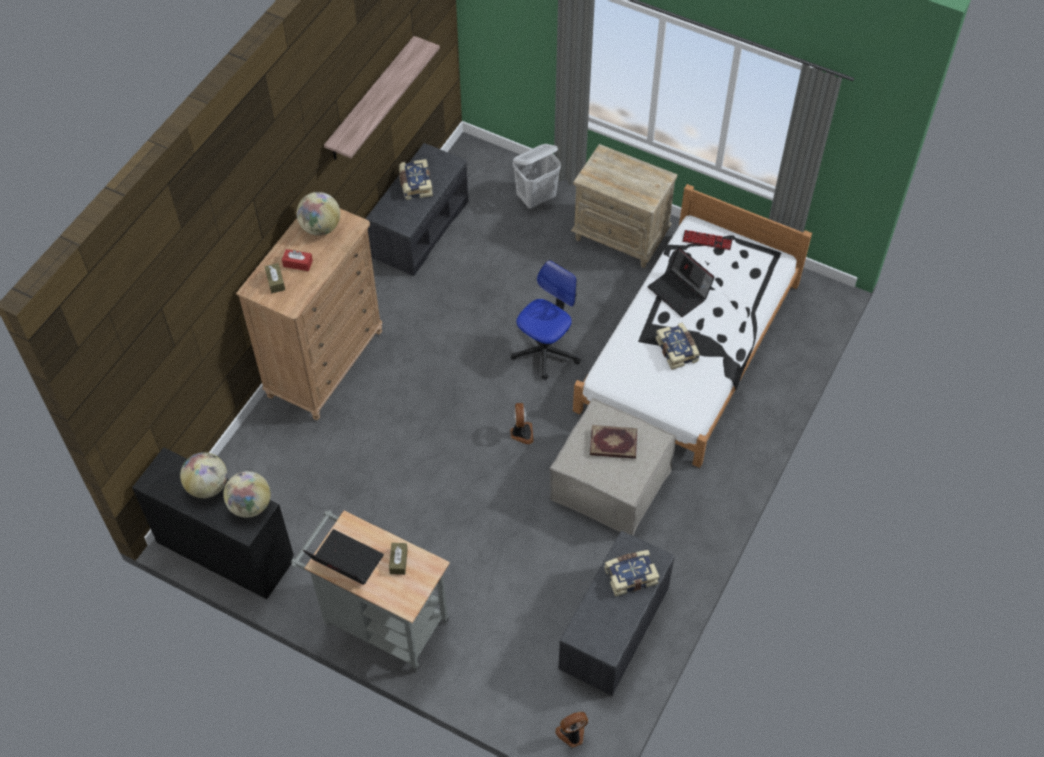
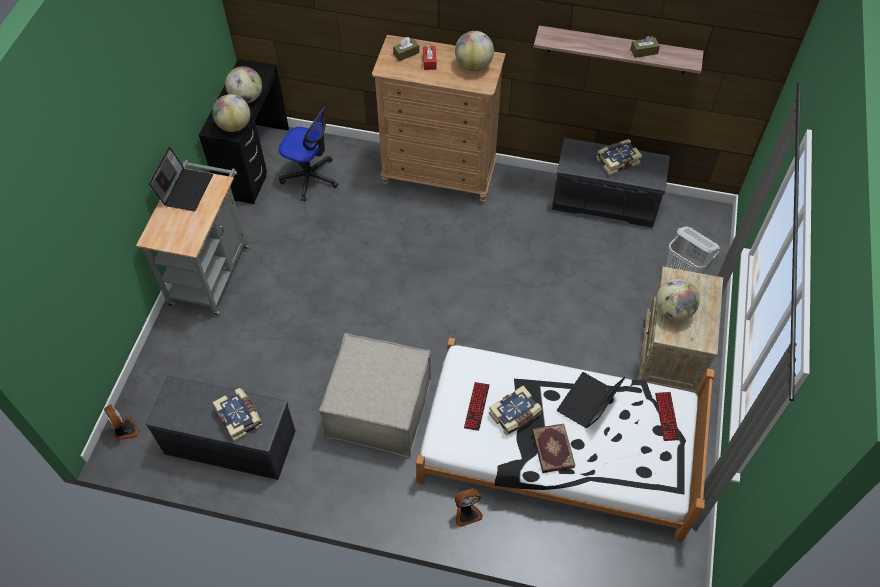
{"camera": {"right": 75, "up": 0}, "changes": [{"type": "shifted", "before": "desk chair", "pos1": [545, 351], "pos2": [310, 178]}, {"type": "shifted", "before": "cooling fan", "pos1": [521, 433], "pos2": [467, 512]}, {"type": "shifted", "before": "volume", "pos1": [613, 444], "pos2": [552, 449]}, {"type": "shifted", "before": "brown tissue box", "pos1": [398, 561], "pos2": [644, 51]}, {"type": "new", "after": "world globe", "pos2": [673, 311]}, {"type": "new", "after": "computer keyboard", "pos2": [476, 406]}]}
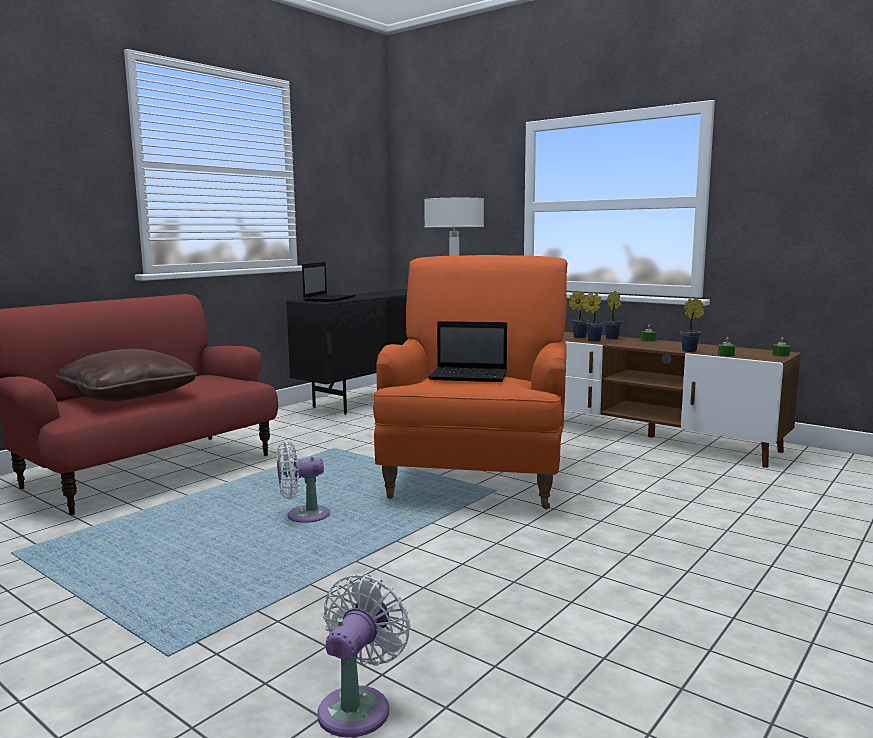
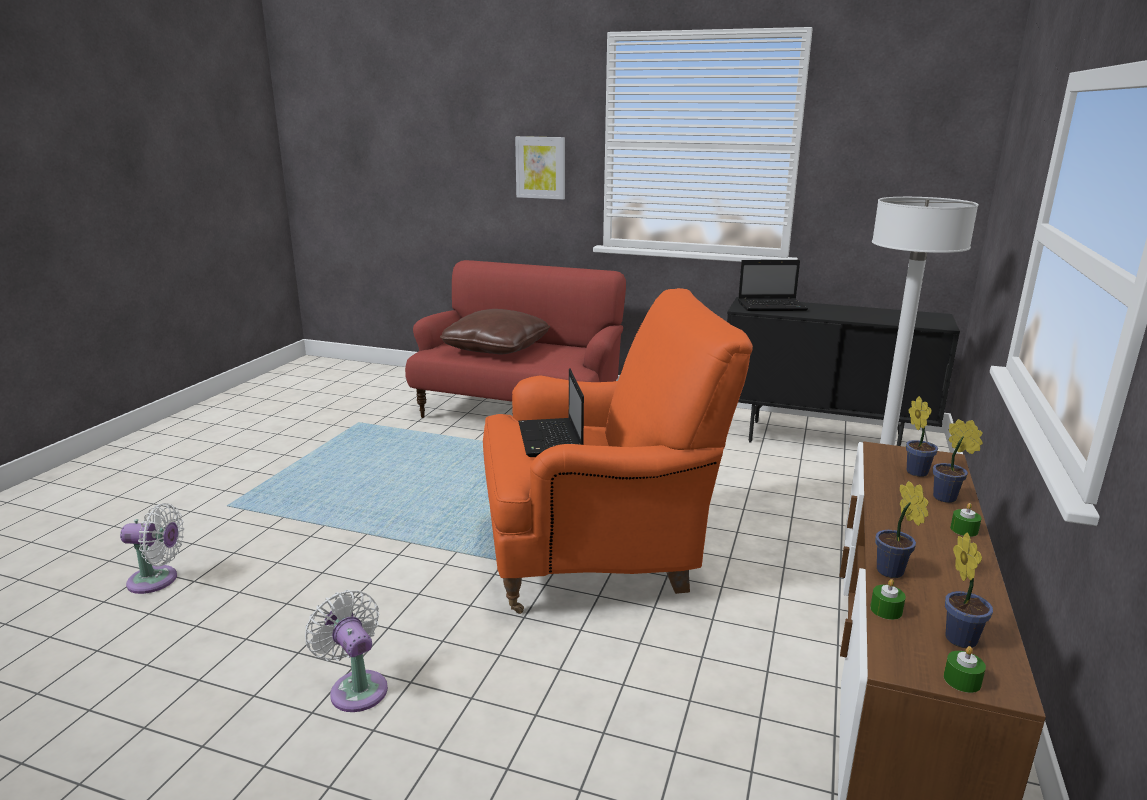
{"camera": {"right": 70, "up": 10}, "changes": [{"type": "shifted", "before": "houseplant", "pos1": [592, 340], "pos2": [958, 636]}, {"type": "shifted", "before": "whitish cooling fan", "pos1": [303, 516], "pos2": [356, 687]}, {"type": "new", "after": "picture", "pos2": [541, 167]}]}
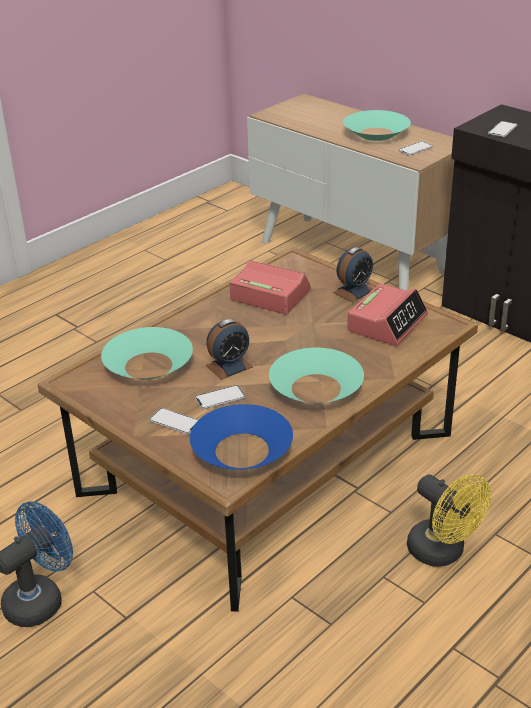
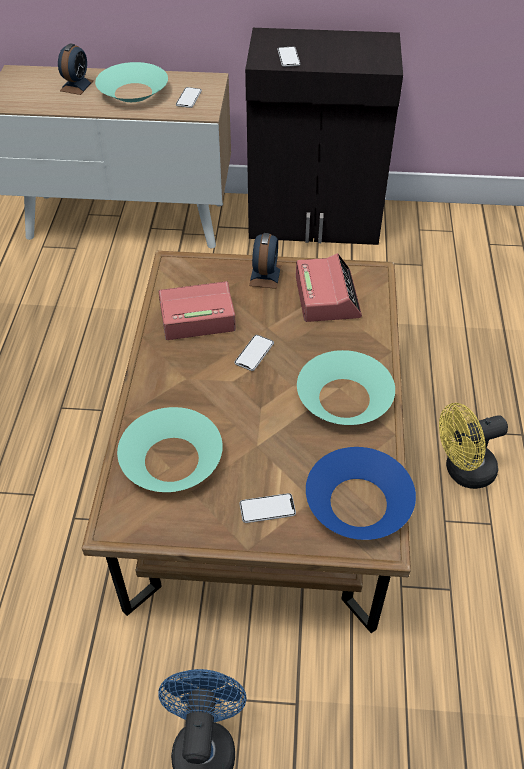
{"camera": {"right": -40, "up": 15}, "changes": [{"type": "shifted", "before": "bedside clock", "pos1": [229, 366], "pos2": [76, 86]}, {"type": "shifted", "before": "phone", "pos1": [220, 398], "pos2": [254, 353]}, {"type": "rotated", "before": "yellow-coloured cooling fan", "pos1": [443, 552], "pos2": [462, 471], "turn": 150}]}
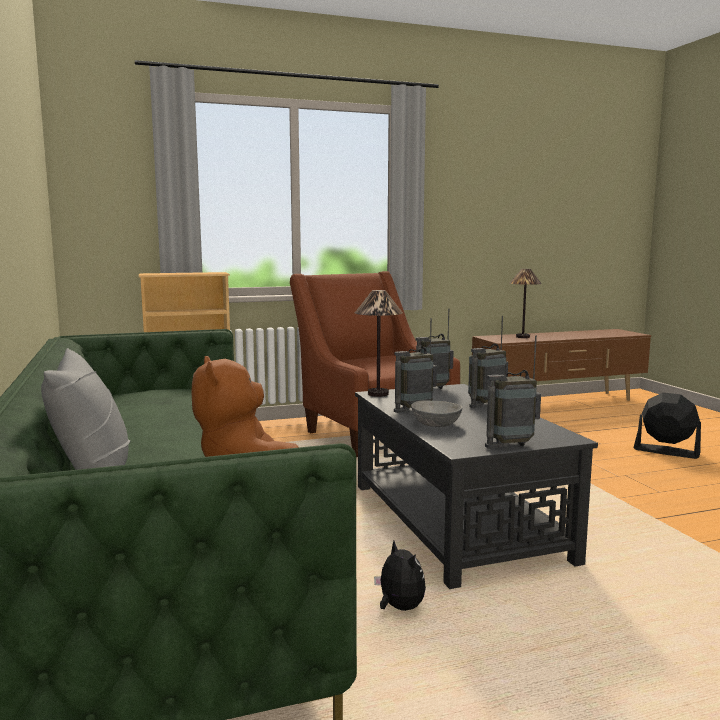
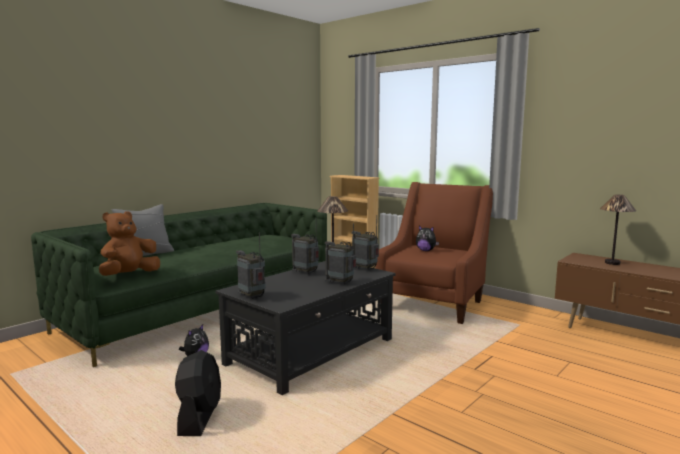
{"camera": {"right": 60, "up": 0}, "changes": [{"type": "shifted", "before": "black-coloured cooling fan", "pos1": [666, 451], "pos2": [199, 417]}, {"type": "gone", "before": "gray serving bowl", "pos1": [435, 424]}, {"type": "new", "after": "plush toy", "pos2": [426, 250]}]}
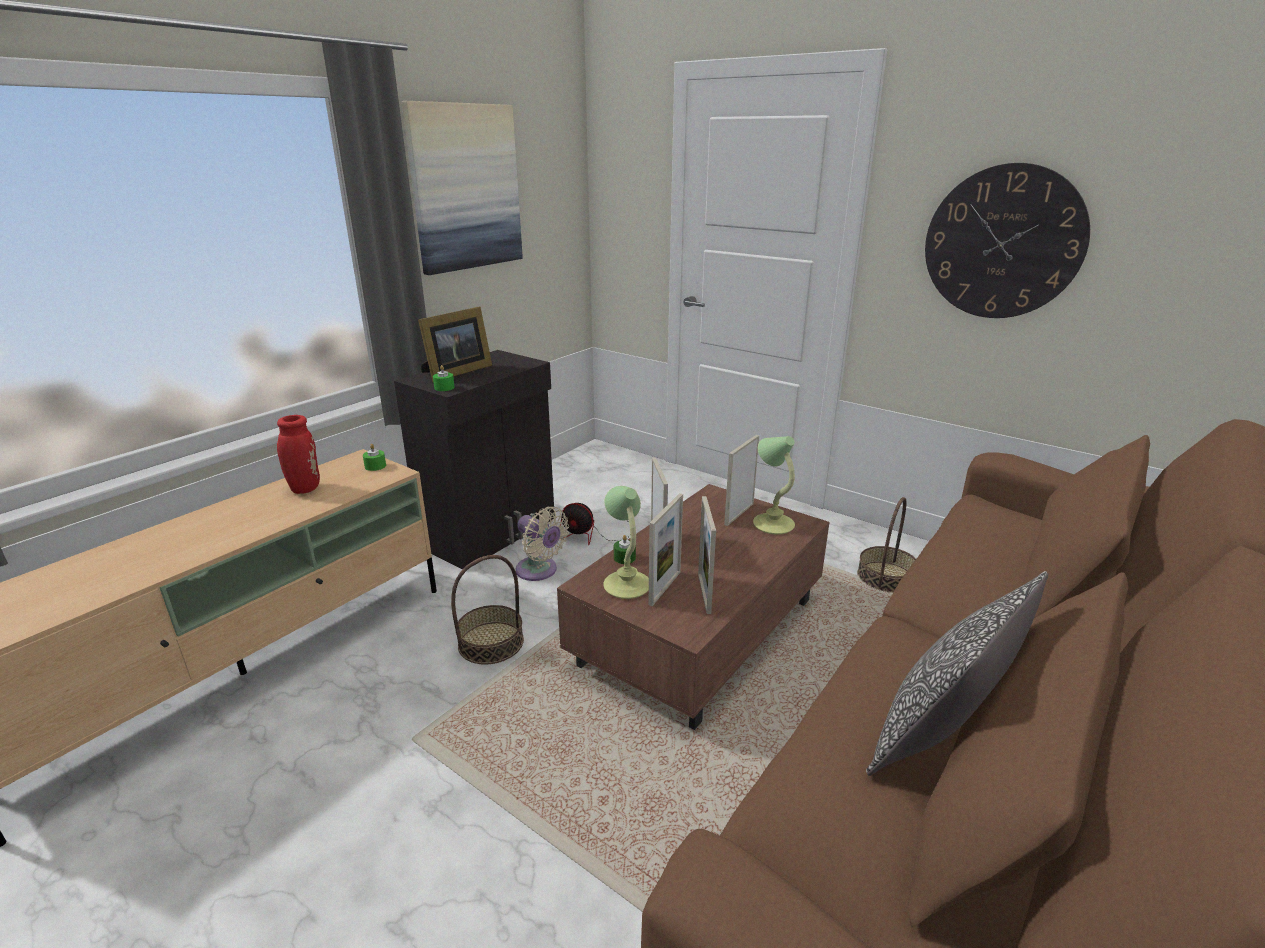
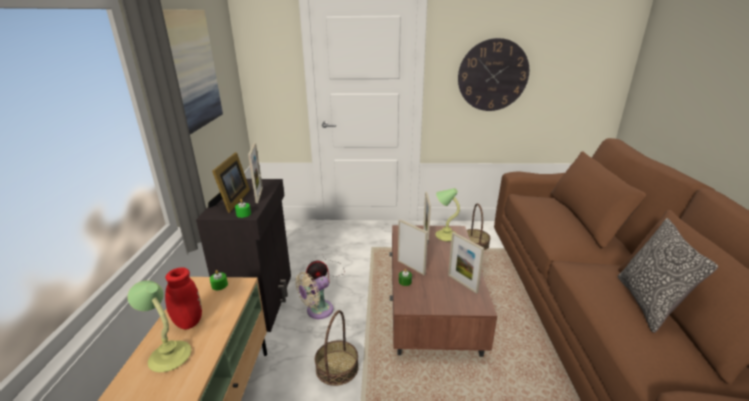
{"camera": {"right": -35, "up": 0}, "changes": [{"type": "shifted", "before": "table lamp", "pos1": [627, 585], "pos2": [170, 356]}, {"type": "shifted", "before": "standing frame", "pos1": [665, 588], "pos2": [259, 195]}, {"type": "rotated", "before": "beige cooling fan", "pos1": [539, 571], "pos2": [317, 311], "turn": 135}]}
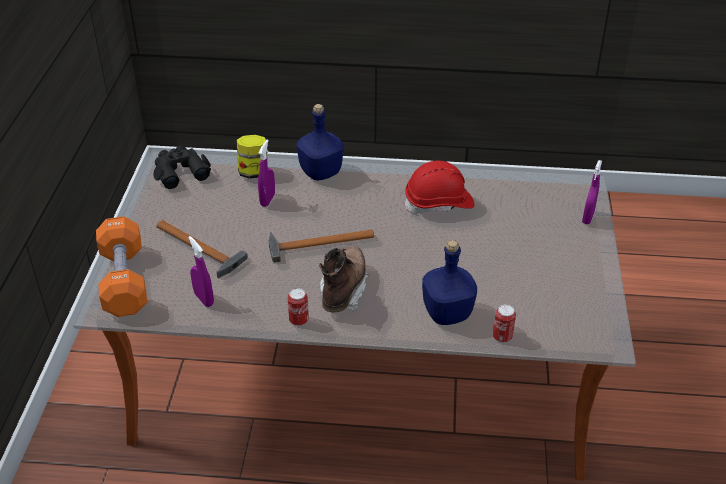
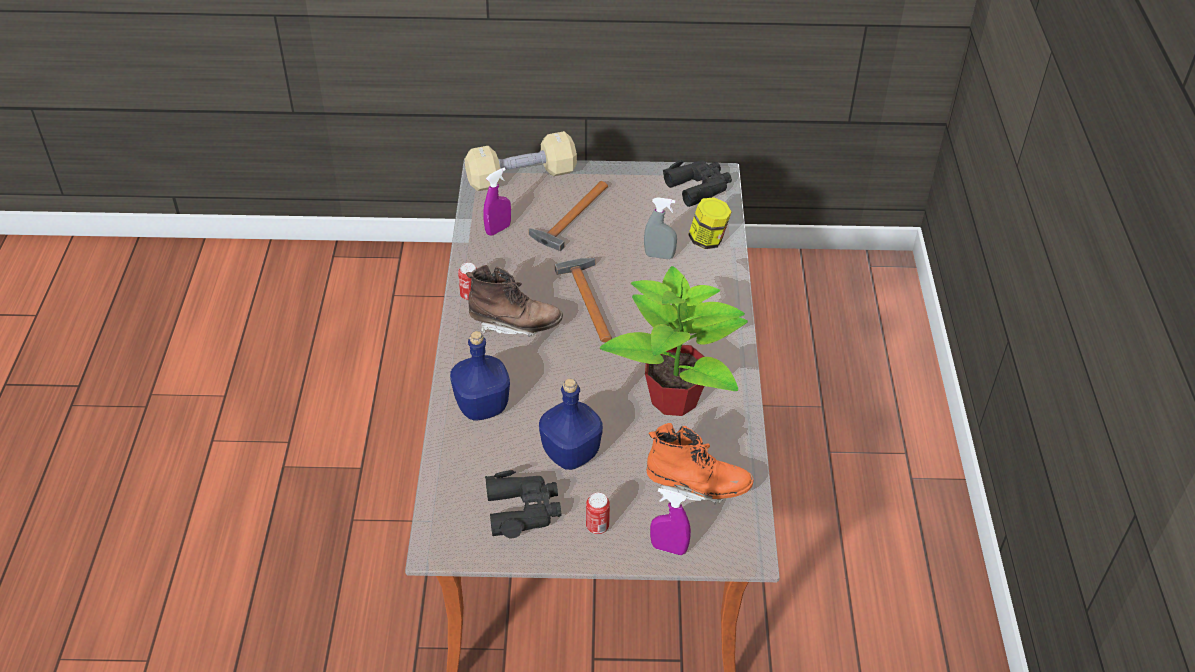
{"camera": {"right": 85, "up": 5}, "changes": [{"type": "shifted", "before": "bluish beverage bottle", "pos1": [320, 172], "pos2": [571, 453]}, {"type": "repainted", "before": "purplish spray bottle", "after": "gray spray bottle", "pos1": [267, 200], "pos2": [659, 256]}, {"type": "swapped", "before": "reddish hard hat", "after": "houseplant", "pos1": [439, 203], "pos2": [675, 398]}, {"type": "repainted", "before": "orange free weight", "after": "beige free weight", "pos1": [124, 281], "pos2": [521, 177]}, {"type": "shifted", "before": "sealed can", "pos1": [502, 337], "pos2": [597, 526]}, {"type": "new", "after": "orange boot", "pos2": [697, 486]}, {"type": "new", "after": "black-coloured field glasses", "pos2": [523, 509]}]}
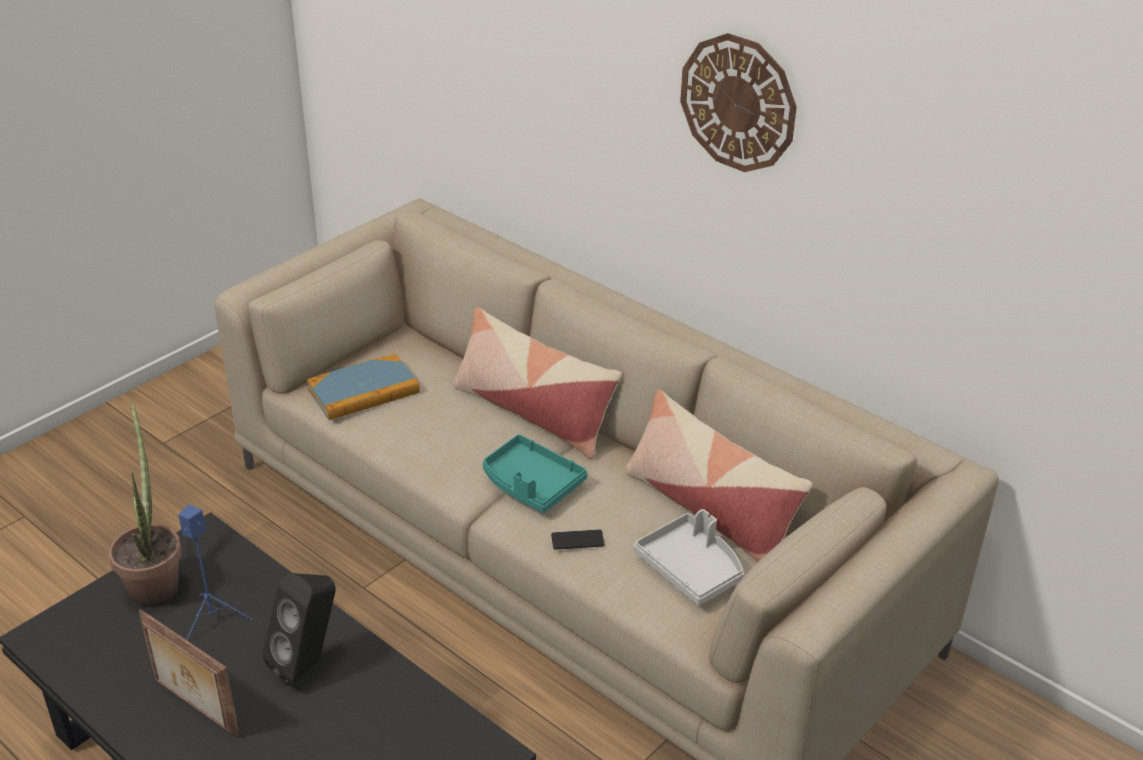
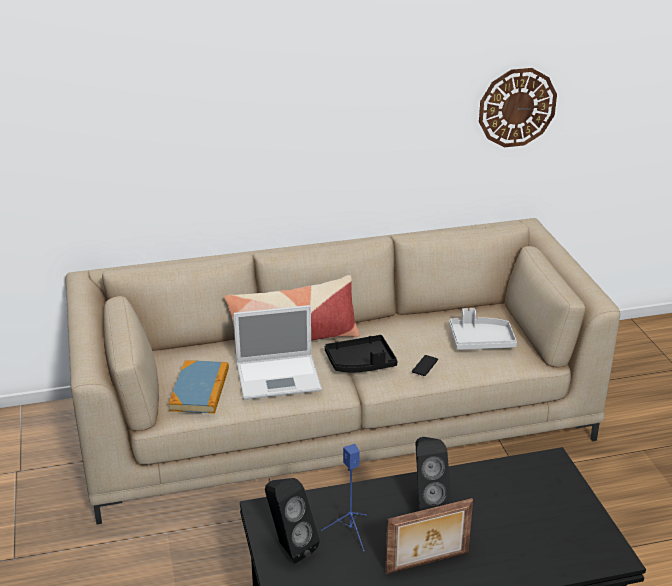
{"camera": {"right": -55, "up": -5}, "changes": [{"type": "shifted", "before": "clock on the wall", "pos1": [738, 103], "pos2": [517, 107]}, {"type": "gone", "before": "cushion", "pos1": [709, 510]}, {"type": "swapped", "before": "houseplant", "after": "black-coloured speaker", "pos1": [155, 582], "pos2": [289, 547]}, {"type": "repainted", "before": "turquoise carrying tray", "after": "black-coloured carrying tray", "pos1": [531, 484], "pos2": [361, 363]}, {"type": "new", "after": "notebook computer", "pos2": [280, 377]}]}
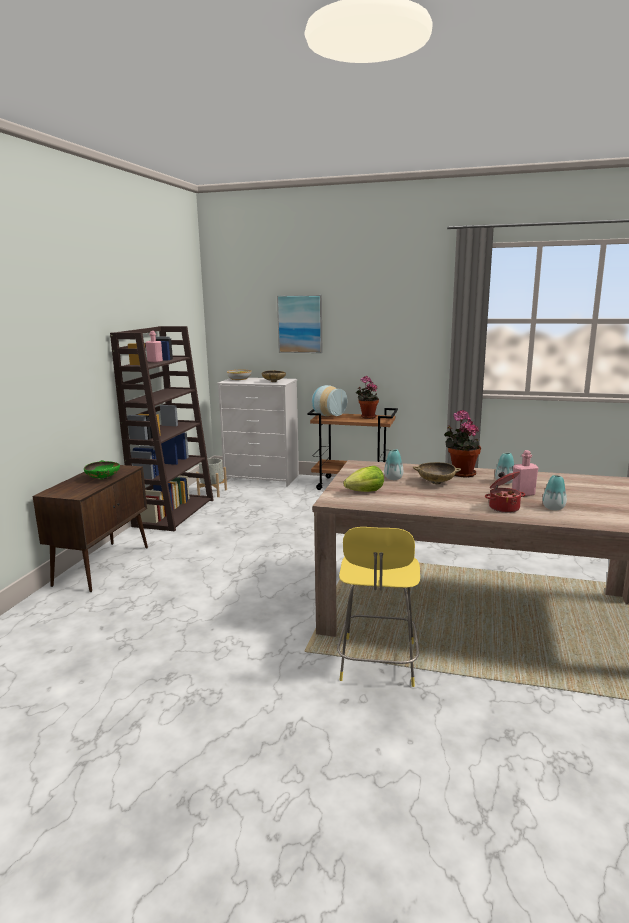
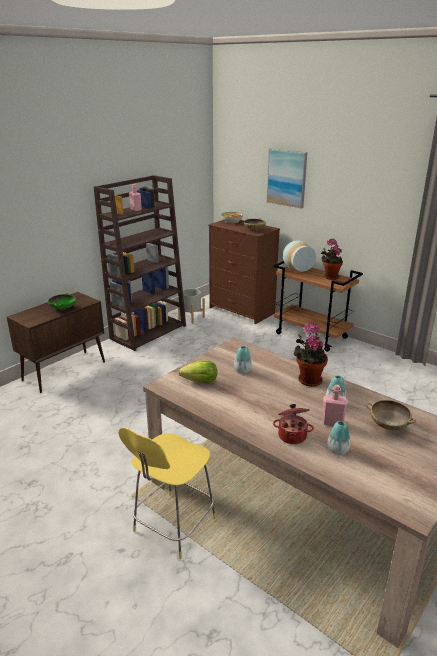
{"camera": {"right": 25, "up": 10}, "changes": [{"type": "repainted", "before": "whitish dresser", "after": "brown dresser", "pos1": [262, 478], "pos2": [242, 310]}, {"type": "shifted", "before": "beige serving bowl", "pos1": [436, 483], "pos2": [388, 425]}]}
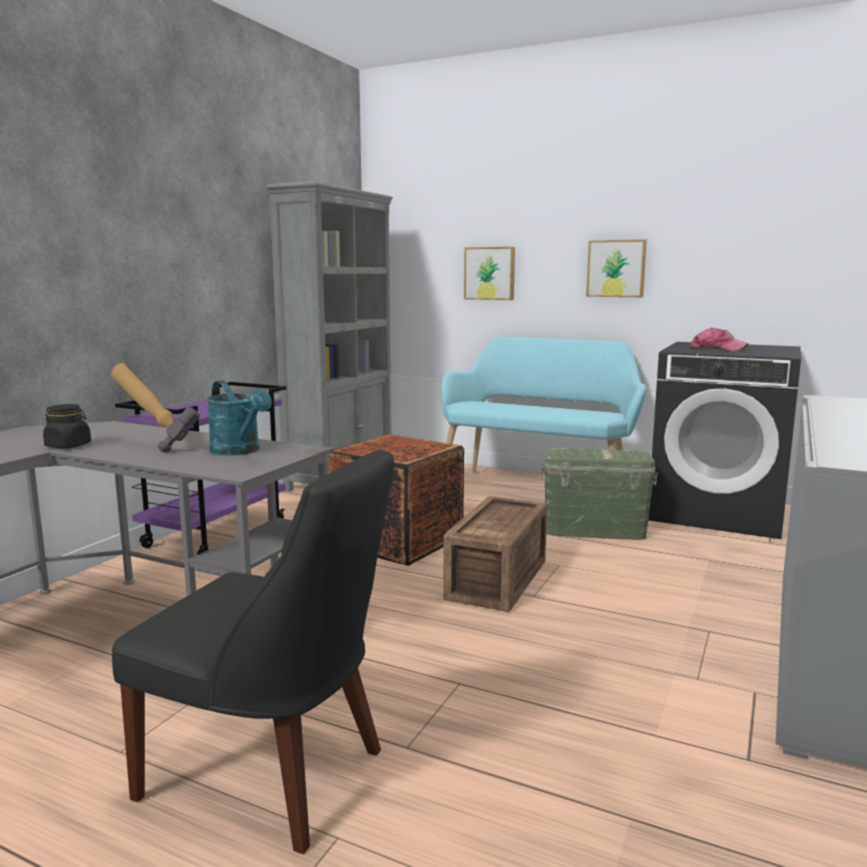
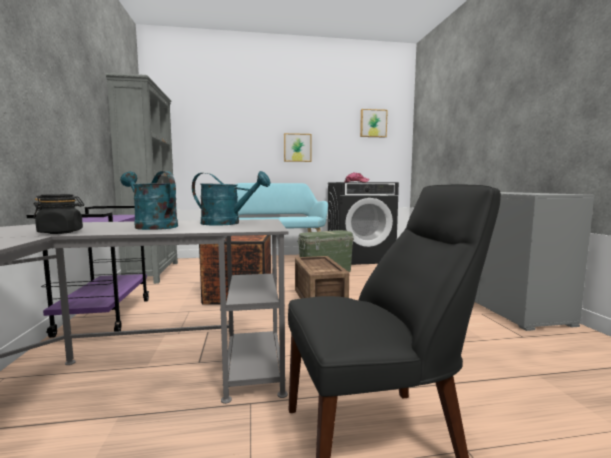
{"camera": {"right": -35, "up": -5}, "changes": [{"type": "shifted", "before": "picture", "pos1": [490, 273], "pos2": [373, 123]}, {"type": "swapped", "before": "hand hammer", "after": "turquoise watering can", "pos1": [158, 445], "pos2": [151, 226]}]}
